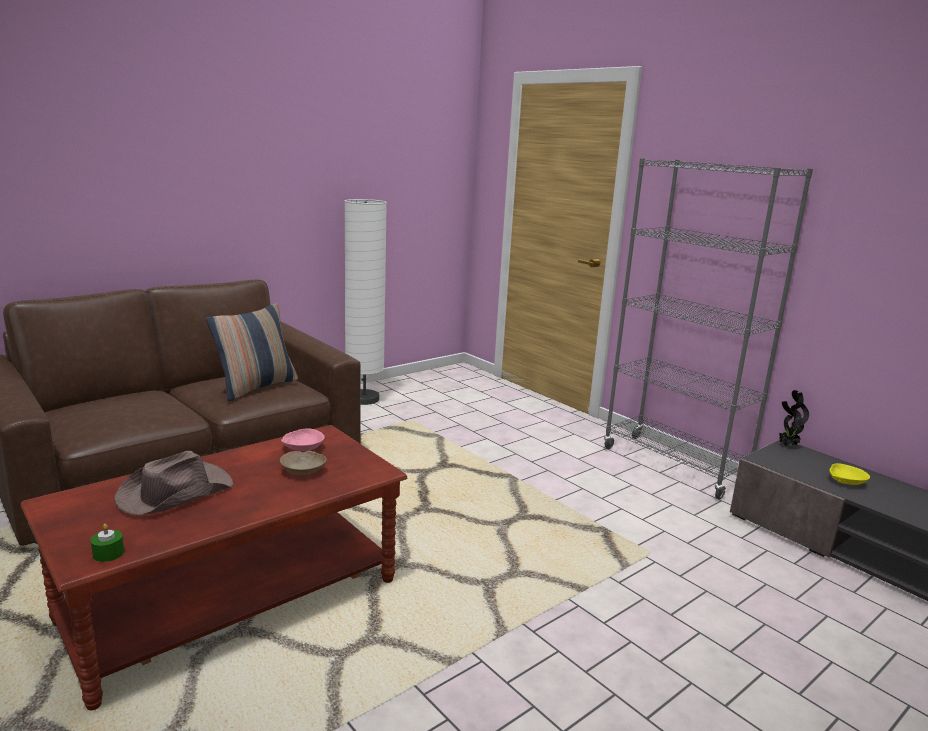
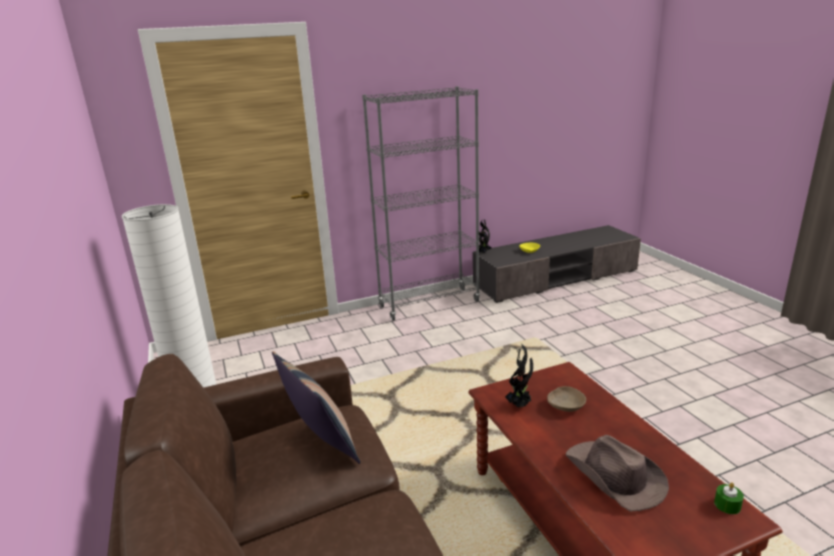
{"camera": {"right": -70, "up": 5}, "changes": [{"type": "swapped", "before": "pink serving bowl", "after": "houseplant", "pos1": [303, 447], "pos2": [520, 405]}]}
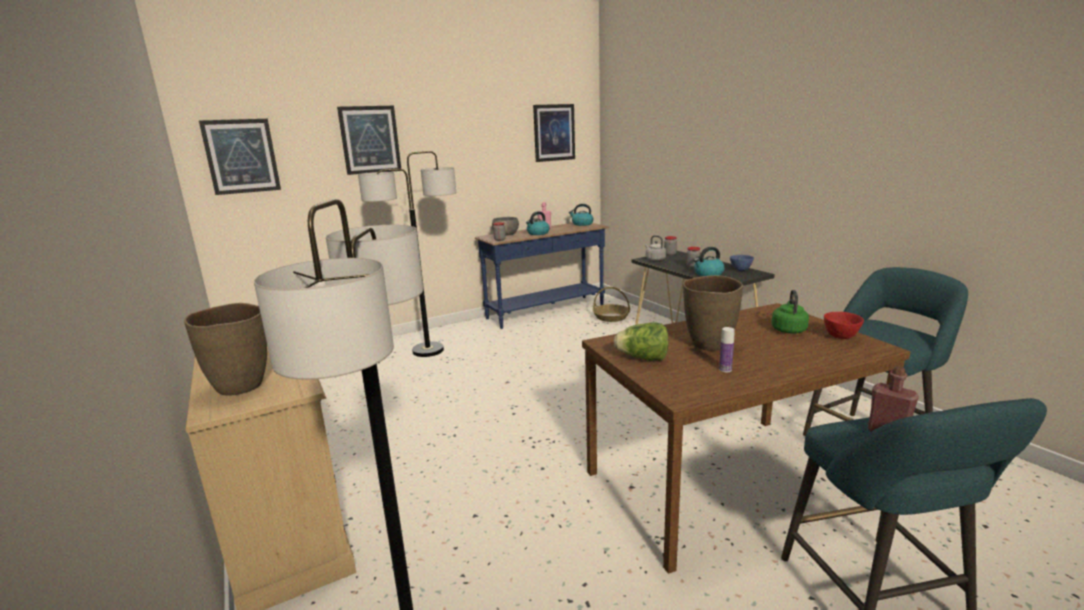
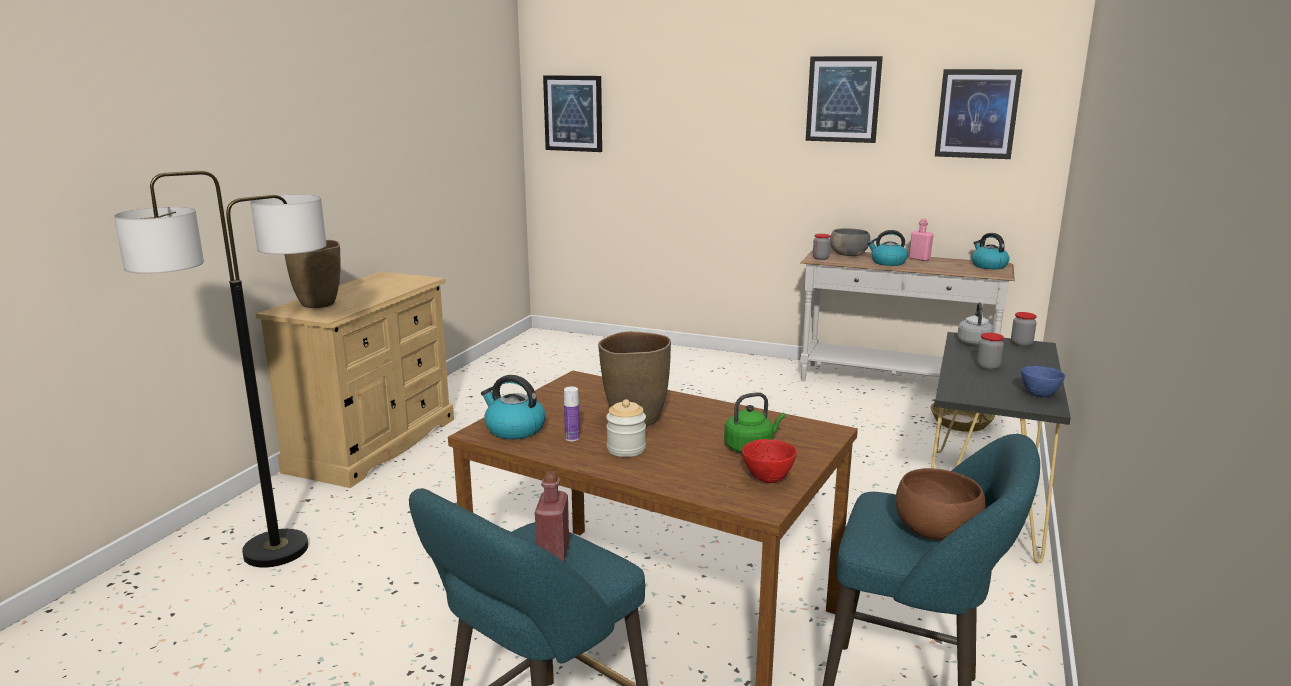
{"camera": {"right": 50, "up": 0}, "changes": [{"type": "shifted", "before": "picture", "pos1": [370, 140], "pos2": [843, 99]}, {"type": "gone", "before": "floor lamp", "pos1": [428, 350]}, {"type": "repainted", "before": "bluish narrow table", "after": "whitish narrow table", "pos1": [546, 312], "pos2": [894, 384]}, {"type": "shifted", "before": "tea kettle", "pos1": [708, 274], "pos2": [514, 429]}, {"type": "gone", "before": "lettuce", "pos1": [643, 358]}, {"type": "new", "after": "preserve jar", "pos2": [626, 449]}, {"type": "new", "after": "brown serving bowl", "pos2": [935, 531]}]}
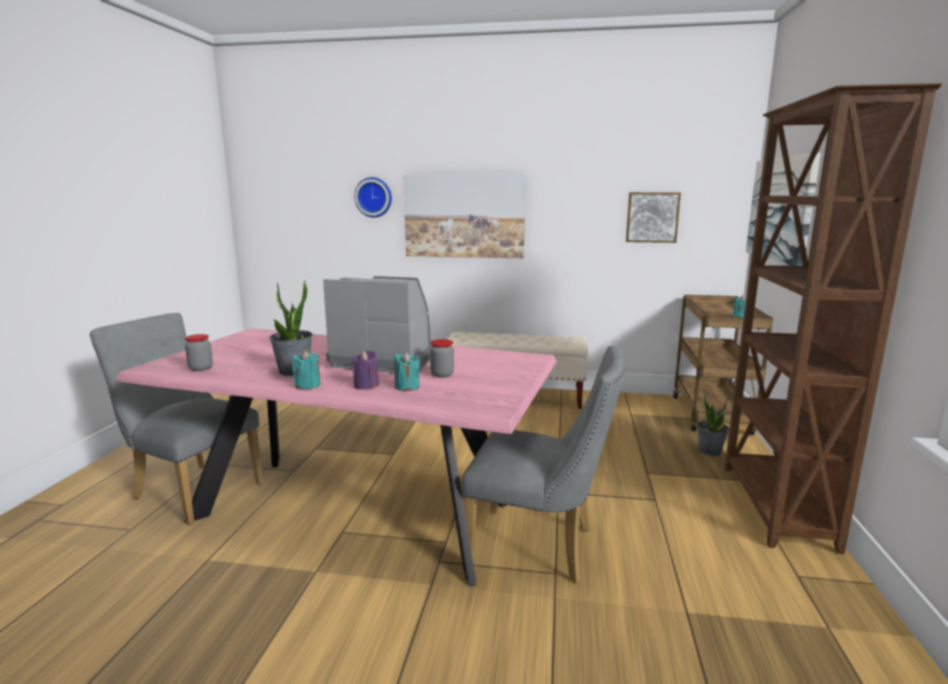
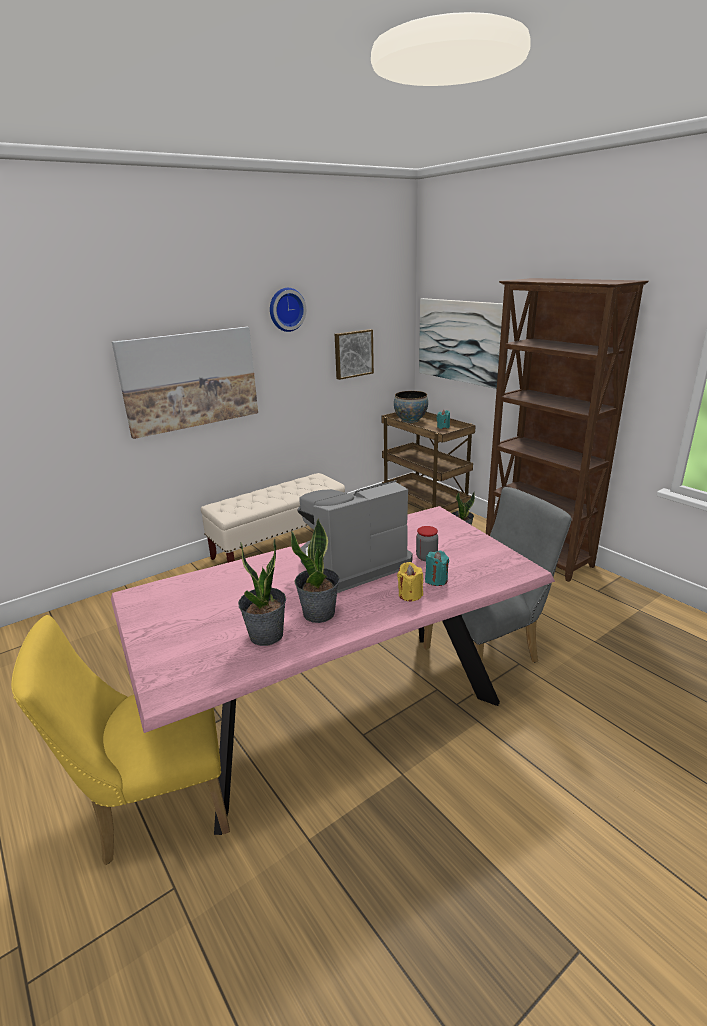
{"camera": {"right": -45, "up": 10}, "changes": [{"type": "shifted", "before": "clock on the wall", "pos1": [374, 197], "pos2": [286, 309]}, {"type": "repainted", "before": "gray chair", "after": "yellow-coloured chair", "pos1": [192, 490], "pos2": [155, 807]}, {"type": "gone", "before": "preserve jar", "pos1": [201, 368]}, {"type": "gone", "before": "turquoise wax candle", "pos1": [308, 385]}, {"type": "repainted", "before": "purplish wax candle", "after": "yellow-coloured wax candle", "pos1": [366, 385], "pos2": [410, 595]}, {"type": "new", "after": "serving bowl", "pos2": [410, 420]}, {"type": "new", "after": "houseplant", "pos2": [266, 635]}]}
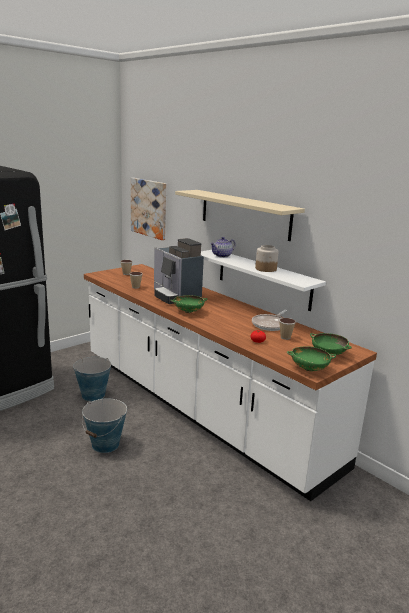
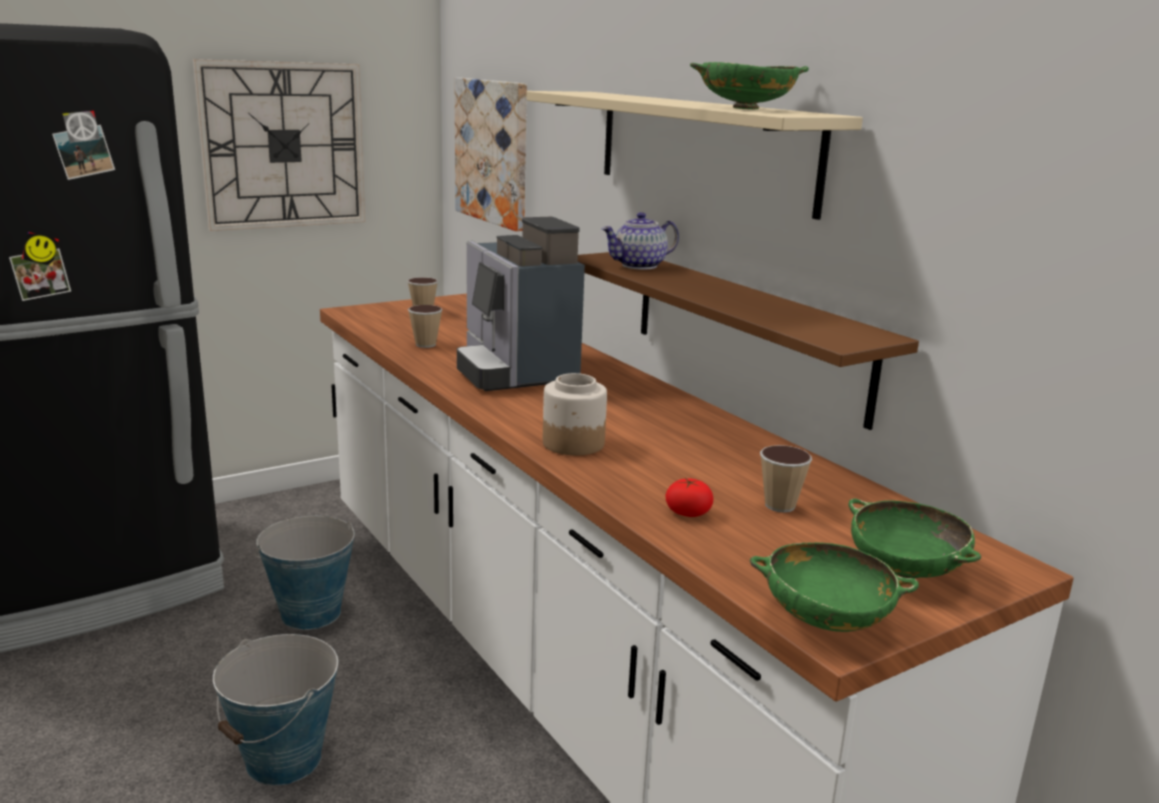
{"camera": {"right": 10, "up": 0}, "changes": [{"type": "shifted", "before": "preserve jar", "pos1": [265, 269], "pos2": [572, 443]}, {"type": "repainted", "before": "whitish bracket shelf", "after": "brown bracket shelf", "pos1": [263, 279], "pos2": [746, 331]}, {"type": "shifted", "before": "greenish serving bowl", "pos1": [188, 311], "pos2": [745, 108]}, {"type": "gone", "before": "skillet", "pos1": [270, 325]}, {"type": "new", "after": "clock on the wall", "pos2": [283, 145]}]}
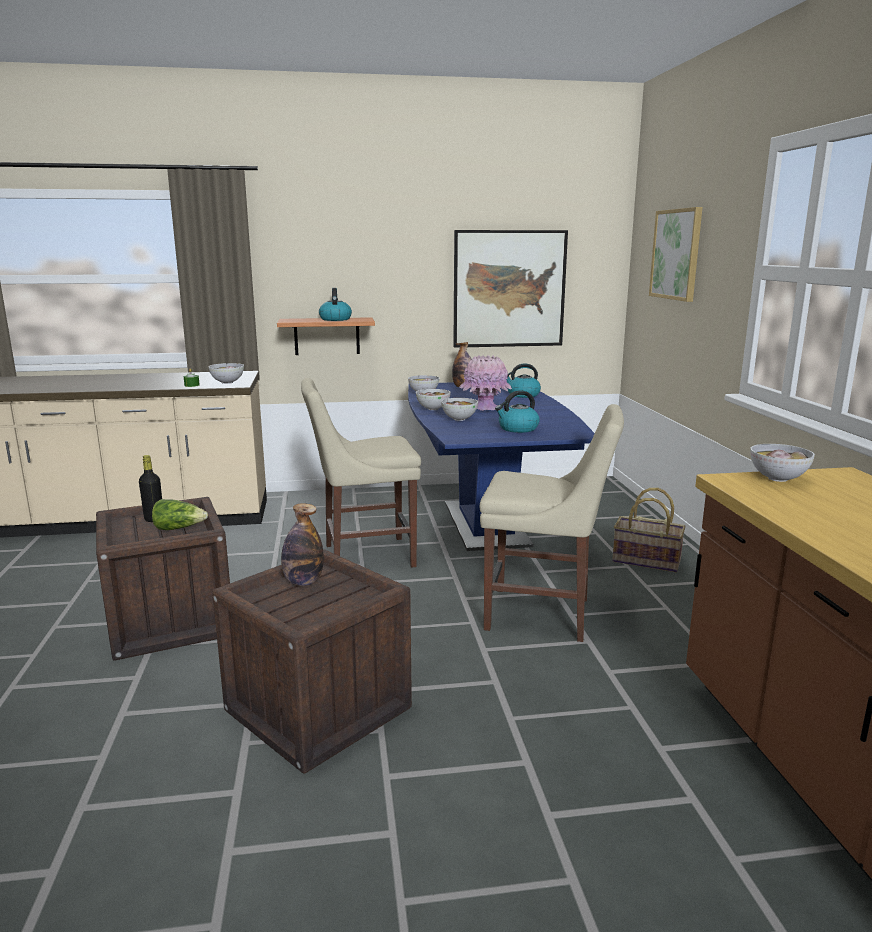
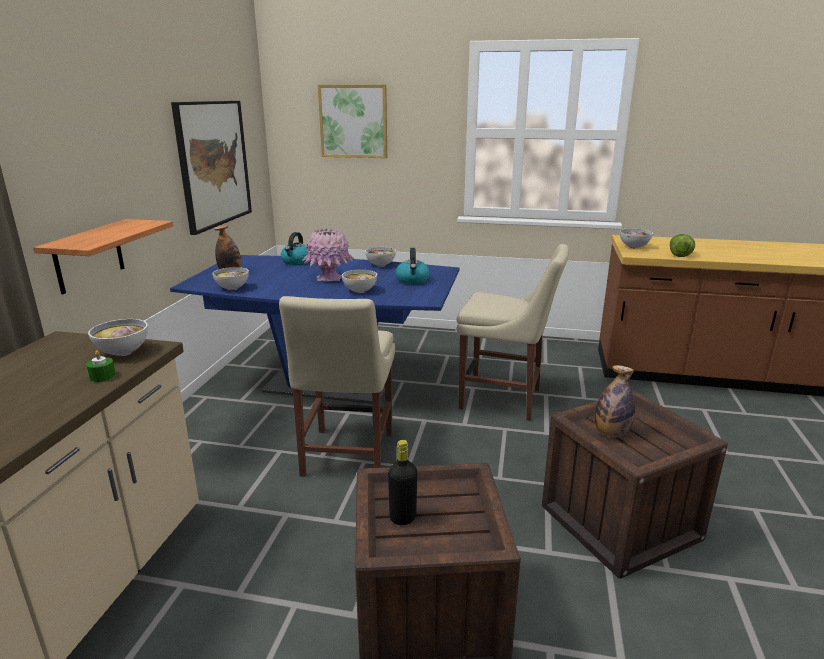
{"camera": {"right": -70, "up": 5}, "changes": [{"type": "gone", "before": "tea kettle", "pos1": [335, 319]}, {"type": "shifted", "before": "serving bowl", "pos1": [433, 409], "pos2": [380, 265]}, {"type": "rotated", "before": "beige chair", "pos1": [544, 615], "pos2": [505, 400], "turn": 75}, {"type": "gone", "before": "household basket", "pos1": [645, 561]}, {"type": "shifted", "before": "lettuce", "pos1": [179, 528], "pos2": [679, 254]}]}
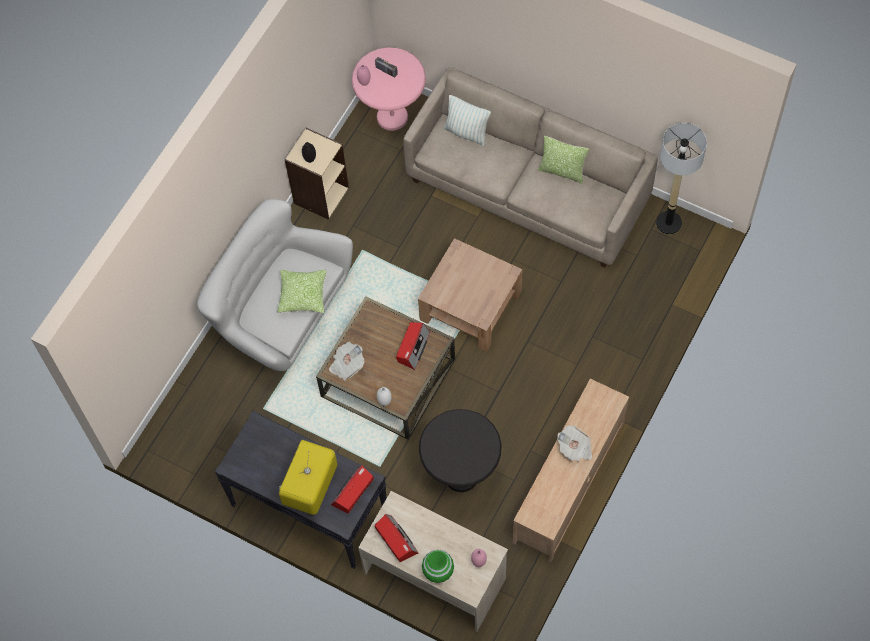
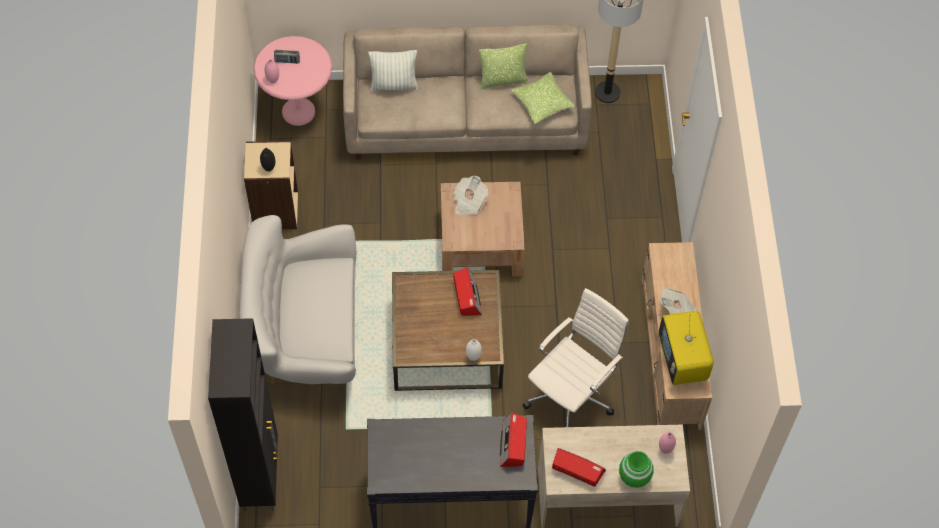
{"camera": {"right": -35, "up": -5}, "changes": [{"type": "shifted", "before": "cushion", "pos1": [302, 295], "pos2": [542, 103]}, {"type": "shifted", "before": "newspaper", "pos1": [347, 365], "pos2": [469, 202]}, {"type": "swapped", "before": "black-coloured side table", "after": "whitish desk chair", "pos1": [461, 475], "pos2": [571, 395]}, {"type": "shifted", "before": "television", "pos1": [311, 487], "pos2": [682, 361]}, {"type": "new", "after": "black-coloured cupboard", "pos2": [261, 476]}]}
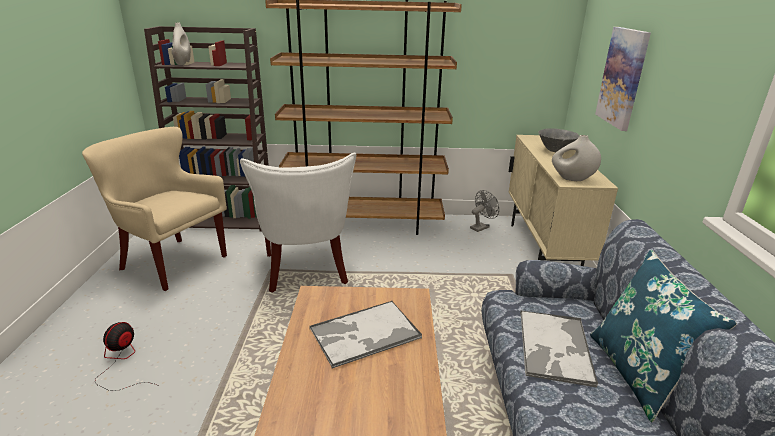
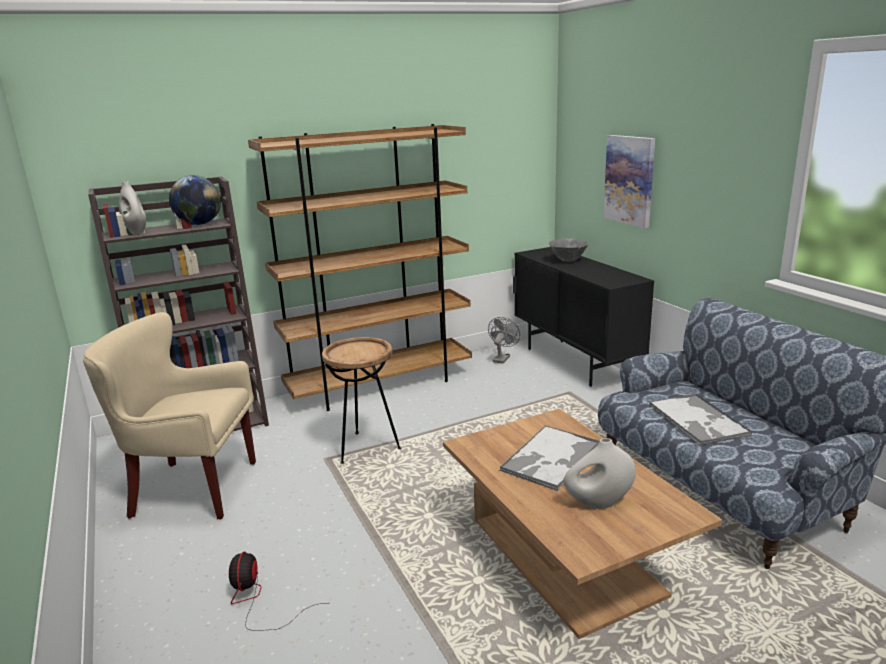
{"camera": {"right": -25, "up": -5}, "changes": [{"type": "repainted", "before": "beige cupboard", "after": "black-coloured cupboard", "pos1": [543, 249], "pos2": [575, 362]}, {"type": "shifted", "before": "whitish flower vase", "pos1": [572, 179], "pos2": [598, 503]}, {"type": "swapped", "before": "whitish easy chair", "after": "brown side table", "pos1": [305, 270], "pos2": [366, 448]}, {"type": "gone", "before": "bluish cushion", "pos1": [637, 373]}, {"type": "new", "after": "world globe", "pos2": [199, 224]}]}
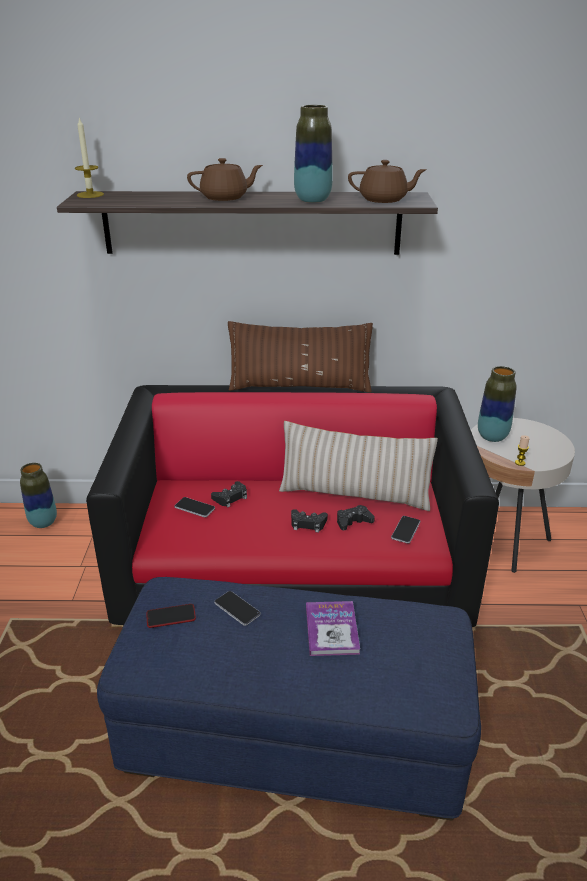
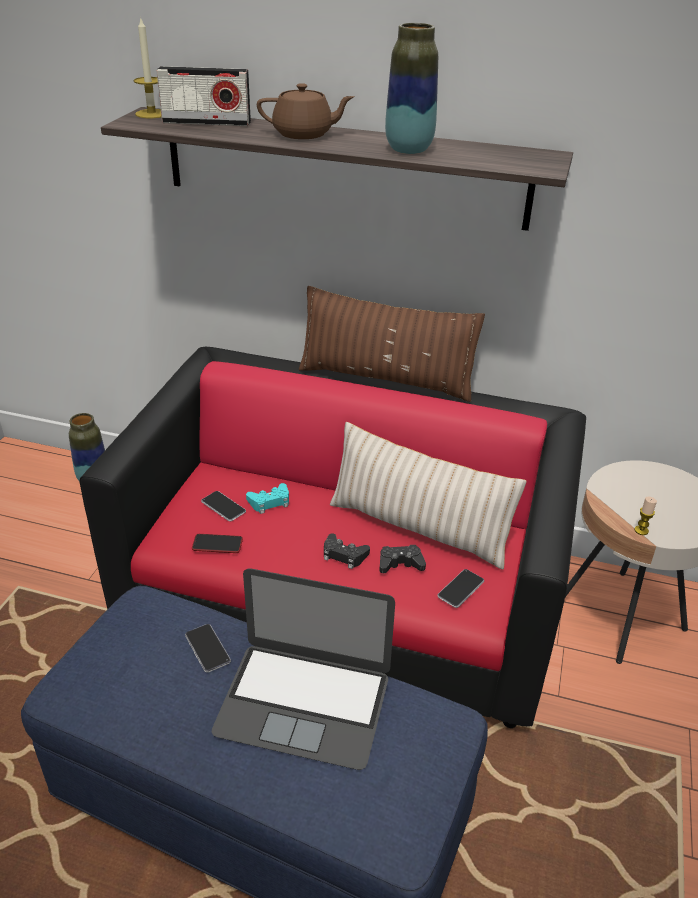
{"camera": {"right": 15, "up": 5}, "changes": [{"type": "gone", "before": "brown pot for tea", "pos1": [384, 200]}, {"type": "gone", "before": "flower vase", "pos1": [492, 437]}, {"type": "repainted", "before": "black-coloured joypad", "after": "turquoise joypad", "pos1": [231, 497], "pos2": [270, 502]}, {"type": "swapped", "before": "volume", "after": "notebook computer", "pos1": [331, 629], "pos2": [304, 703]}, {"type": "shifted", "before": "phone", "pos1": [171, 616], "pos2": [217, 544]}, {"type": "new", "after": "radio", "pos2": [206, 122]}]}
